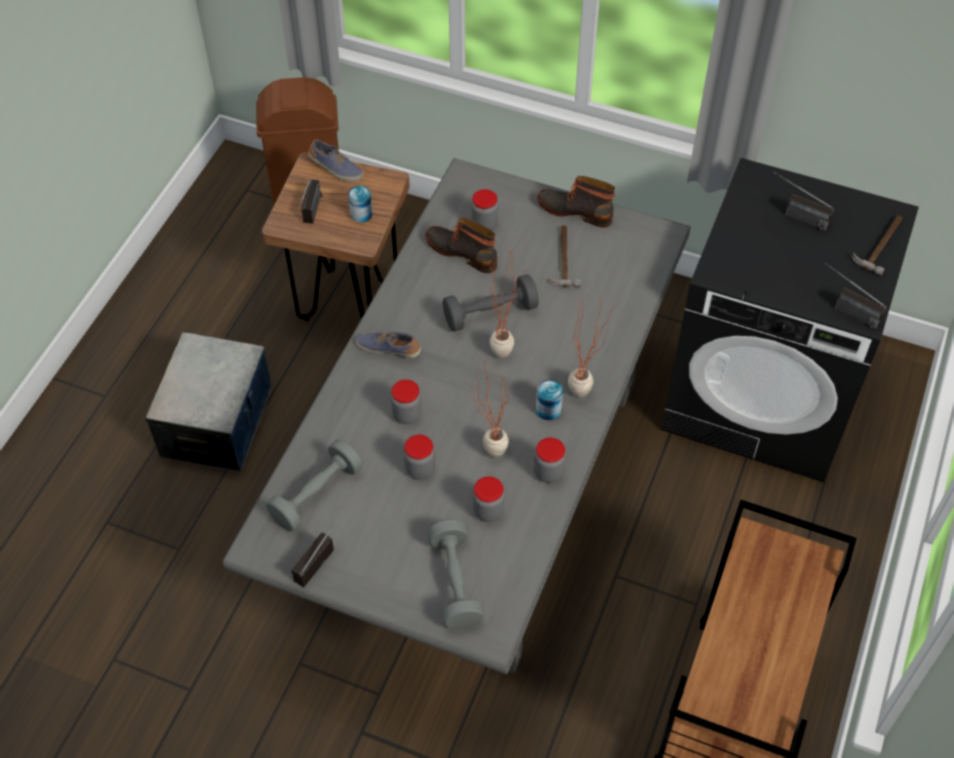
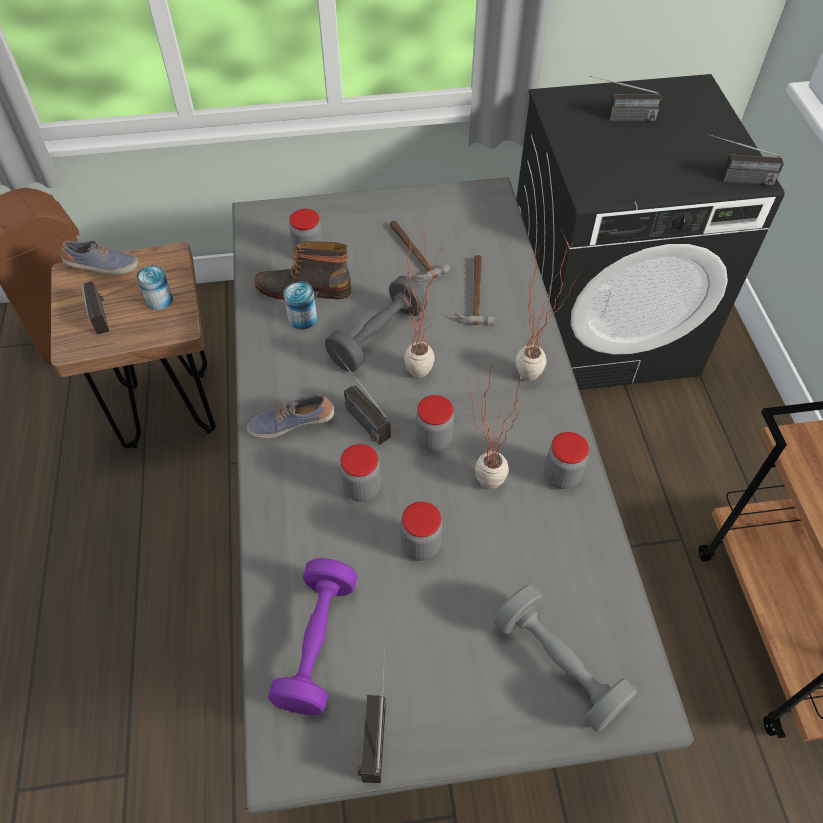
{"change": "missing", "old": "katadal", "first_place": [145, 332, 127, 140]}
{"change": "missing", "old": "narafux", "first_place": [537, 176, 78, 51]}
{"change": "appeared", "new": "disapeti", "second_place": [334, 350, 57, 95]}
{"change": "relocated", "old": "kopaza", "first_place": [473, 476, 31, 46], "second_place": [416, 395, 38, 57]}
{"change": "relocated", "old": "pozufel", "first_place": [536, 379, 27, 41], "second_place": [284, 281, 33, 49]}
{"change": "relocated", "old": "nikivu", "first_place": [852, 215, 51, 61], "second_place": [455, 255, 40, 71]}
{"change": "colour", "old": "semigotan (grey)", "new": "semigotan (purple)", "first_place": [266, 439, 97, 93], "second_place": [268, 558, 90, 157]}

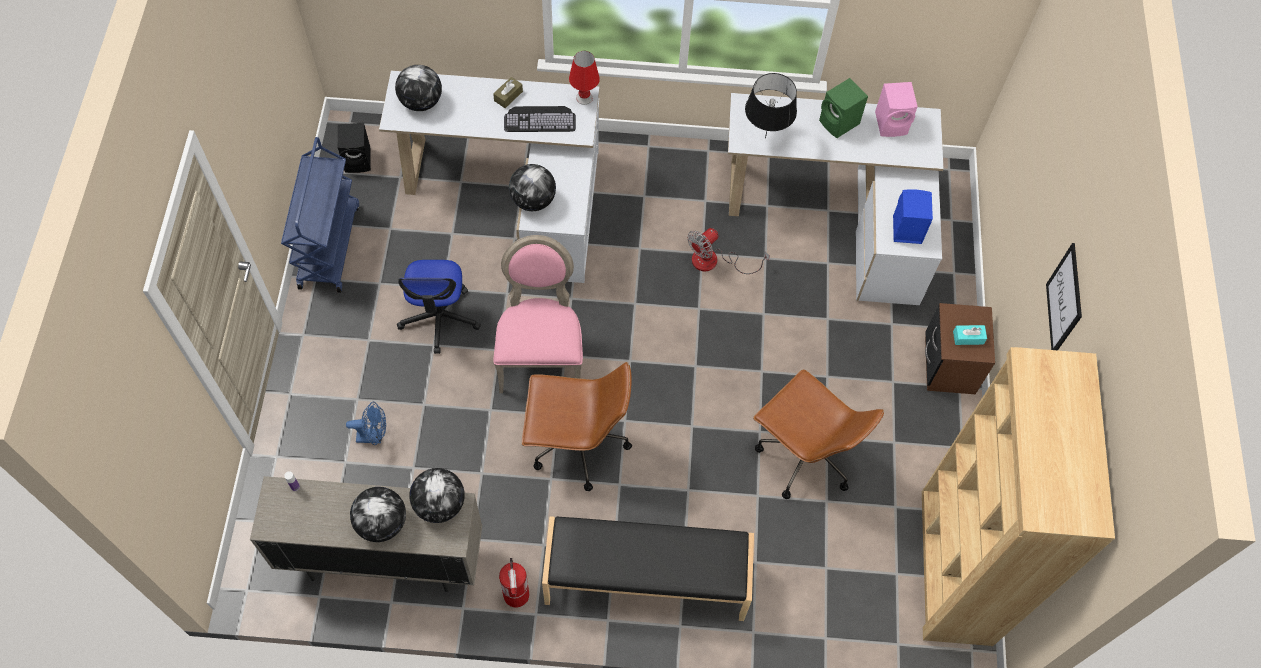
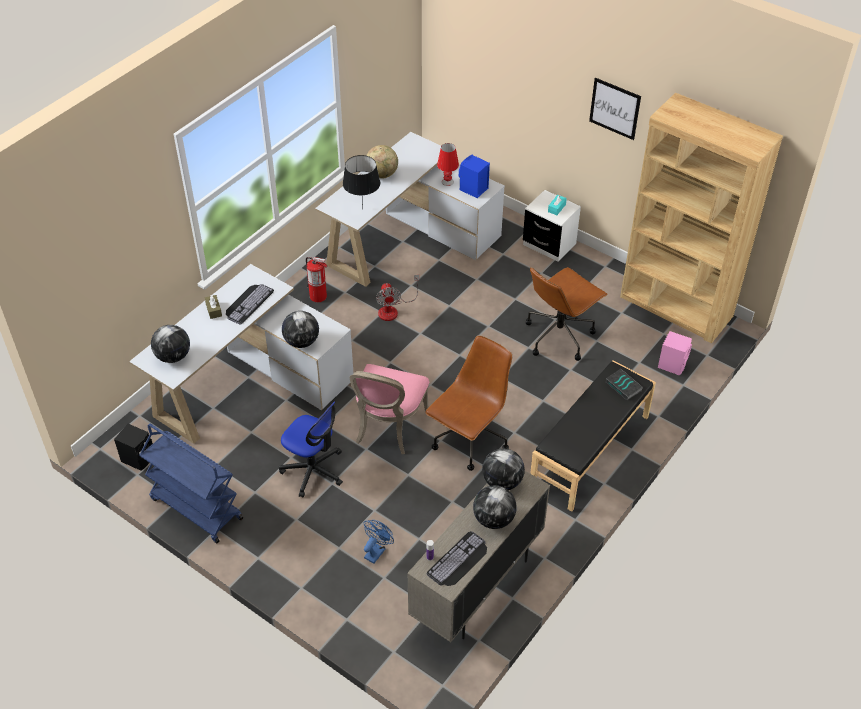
{"change": "appeared", "new": "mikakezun", "second_place": [426, 531, 61, 55]}
{"change": "appeared", "new": "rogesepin", "second_place": [606, 369, 37, 31]}
{"change": "relocated", "old": "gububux", "first_place": [499, 558, 30, 50], "second_place": [306, 257, 21, 45]}
{"change": "relocated", "old": "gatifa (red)", "first_place": [569, 51, 31, 54], "second_place": [437, 143, 22, 43]}
{"change": "relocated", "old": "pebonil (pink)", "first_place": [875, 82, 43, 55], "second_place": [658, 331, 34, 45]}
{"change": "exchanged", "old": "pebonil (green)", "new": "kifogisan", "first_place": [819, 78, 49, 60], "second_place": [366, 145, 32, 34]}
{"change": "colour", "old": "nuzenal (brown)", "new": "nuzenal (white)", "first_place": [925, 303, 70, 91], "second_place": [523, 190, 58, 72]}
{"change": "spun", "old": "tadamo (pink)", "first_place": [493, 235, 90, 158], "second_place": [350, 364, 79, 90], "degrees": -105}
{"change": "spun", "old": "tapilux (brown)", "first_place": [753, 369, 131, 130], "second_place": [526, 267, 82, 94], "degrees": 150}

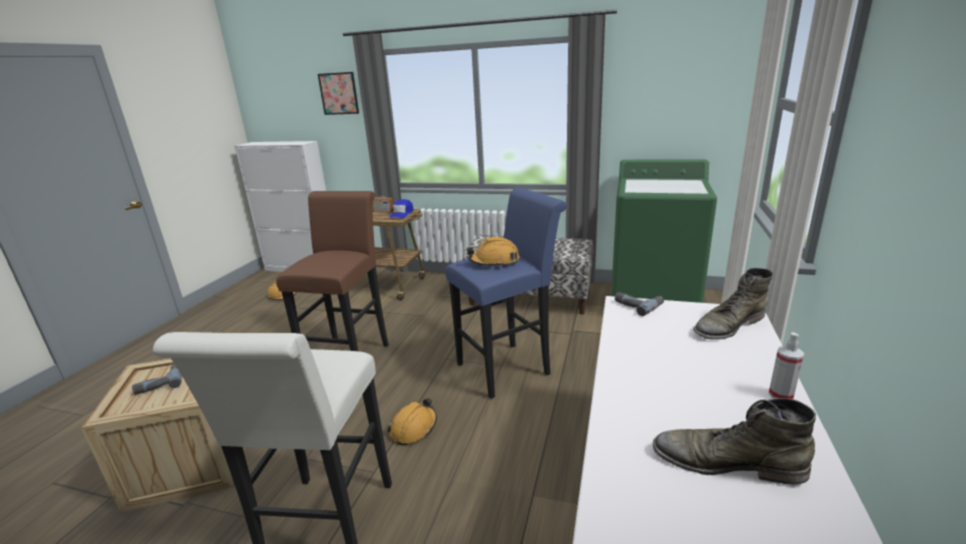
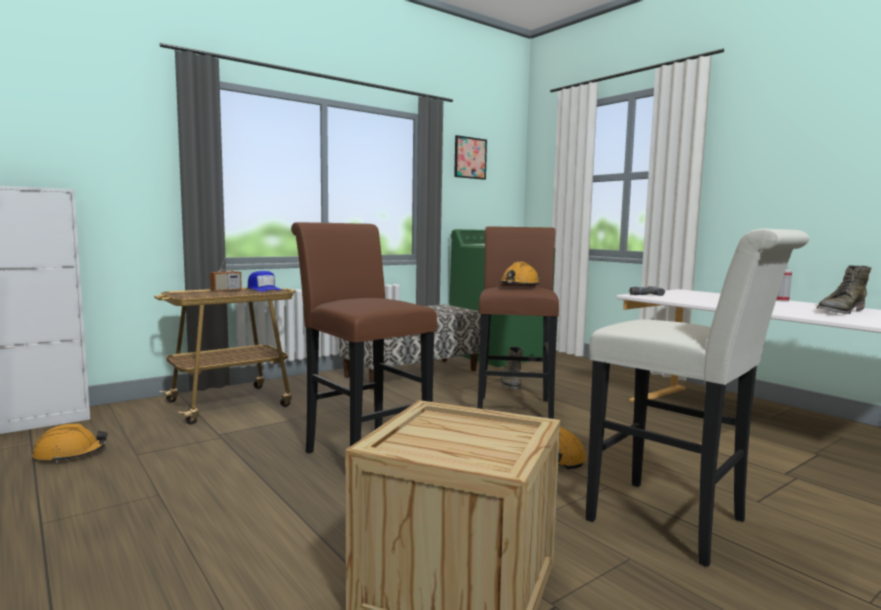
{"change": "missing", "old": "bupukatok", "first_place": [132, 364, 50, 31]}
{"change": "relocated", "old": "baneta", "first_place": [318, 72, 41, 43], "second_place": [454, 135, 33, 45]}
{"change": "relocated", "old": "narafux (green)", "first_place": [693, 268, 80, 72], "second_place": [500, 347, 23, 43]}
{"change": "colour", "old": "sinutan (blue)", "new": "sinutan (brown)", "first_place": [445, 188, 122, 211], "second_place": [477, 226, 82, 193]}

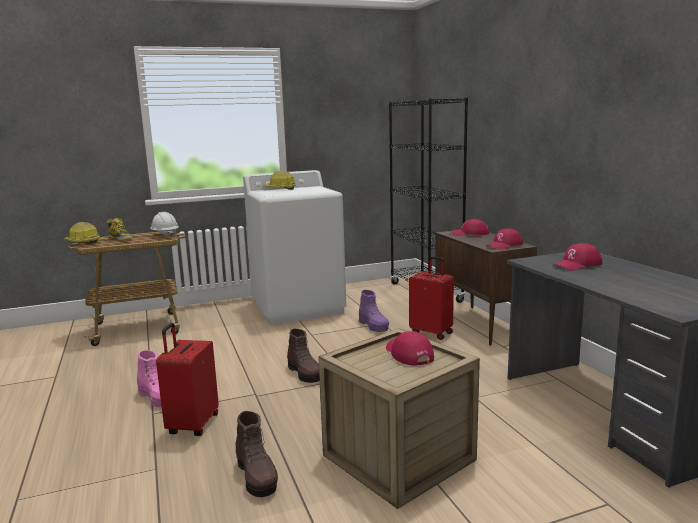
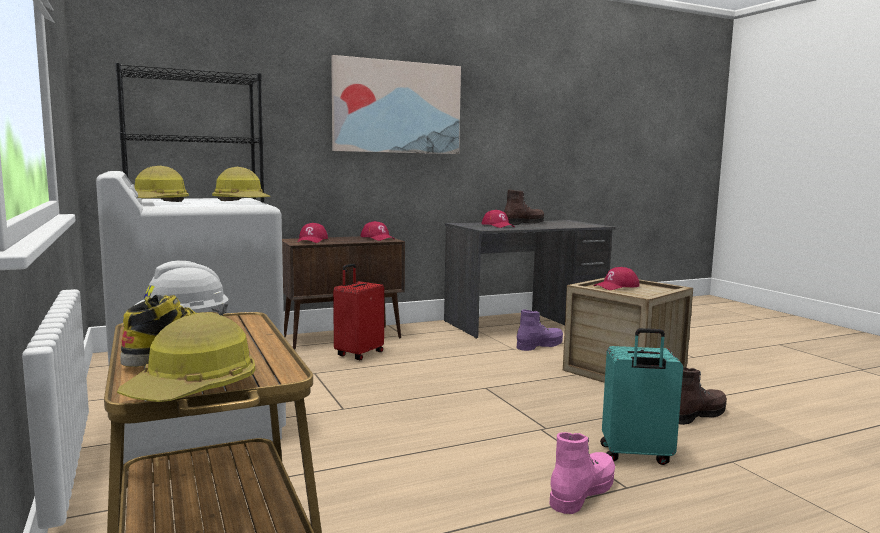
{"change": "appeared", "new": "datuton", "second_place": [212, 167, 59, 34]}
{"change": "appeared", "new": "baneta", "second_place": [331, 55, 130, 99]}
{"change": "relocated", "old": "narafux (brown)", "first_place": [287, 329, 33, 54], "second_place": [504, 190, 40, 35]}
{"change": "relocated", "old": "narafux (purple)", "first_place": [359, 290, 30, 42], "second_place": [517, 309, 46, 42]}
{"change": "colour", "old": "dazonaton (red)", "new": "dazonaton (turquoise)", "first_place": [156, 323, 63, 113], "second_place": [600, 328, 83, 137]}

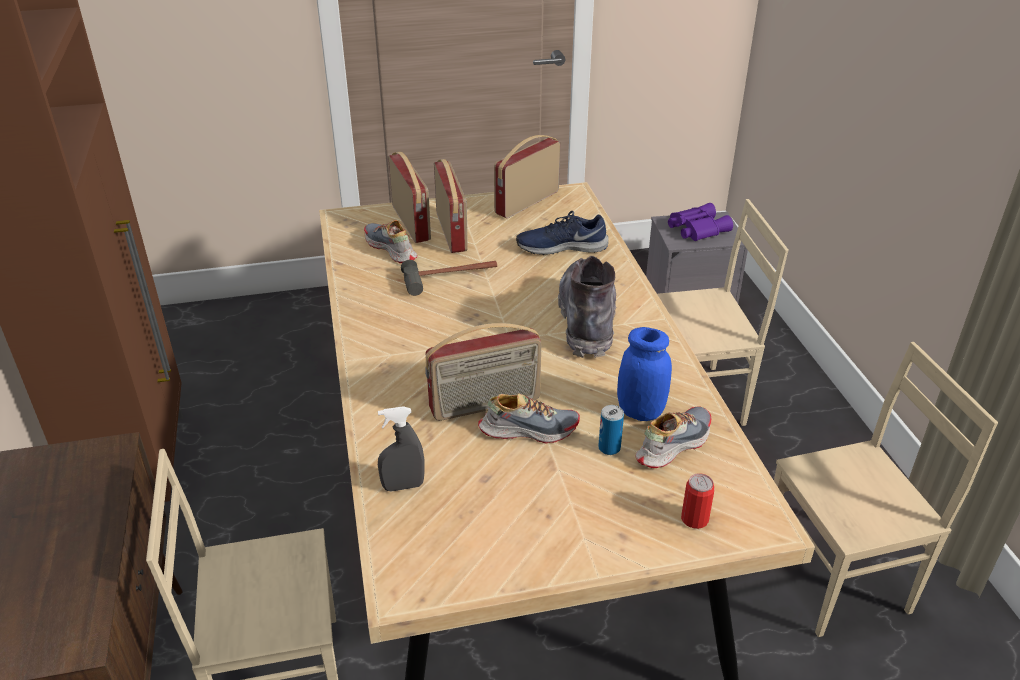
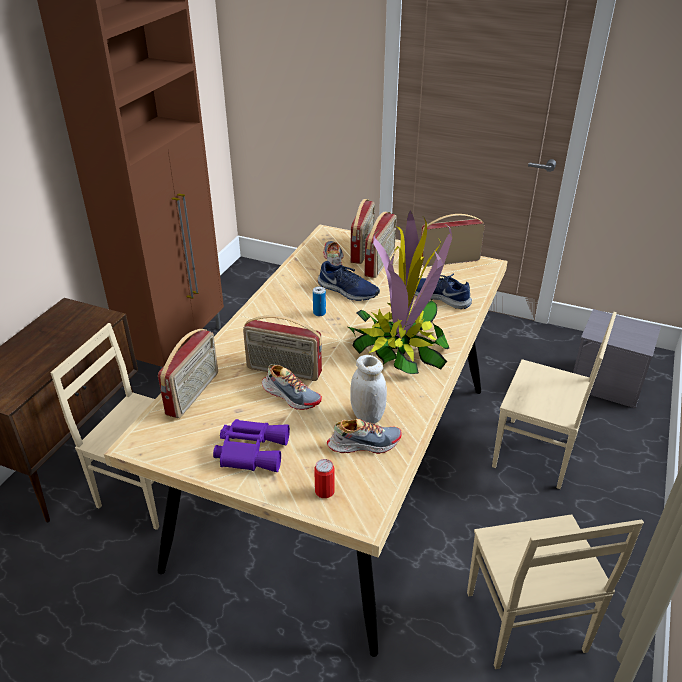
{"change": "relocated", "old": "pozufel", "first_place": [598, 405, 26, 50], "second_place": [313, 286, 13, 30]}
{"change": "relocated", "old": "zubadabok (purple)", "first_place": [668, 203, 65, 38], "second_place": [213, 419, 77, 53]}
{"change": "exchanged", "old": "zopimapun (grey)", "new": "disapeti", "first_place": [378, 406, 47, 86], "second_place": [158, 329, 60, 89]}
{"change": "exchanged", "old": "nikivu", "new": "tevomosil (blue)", "first_place": [401, 260, 96, 36], "second_place": [318, 261, 62, 40]}
{"change": "exchanged", "old": "narafux (grey)", "new": "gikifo", "first_place": [558, 256, 58, 102], "second_place": [348, 210, 104, 164]}
{"change": "colour", "old": "kopaza (blue)", "new": "kopaza (white)", "first_place": [617, 327, 55, 94], "second_place": [350, 355, 37, 69]}
{"change": "spun", "old": "tadamo (beige)", "first_place": [774, 342, 224, 295], "second_place": [467, 514, 177, 155], "degrees": 60}

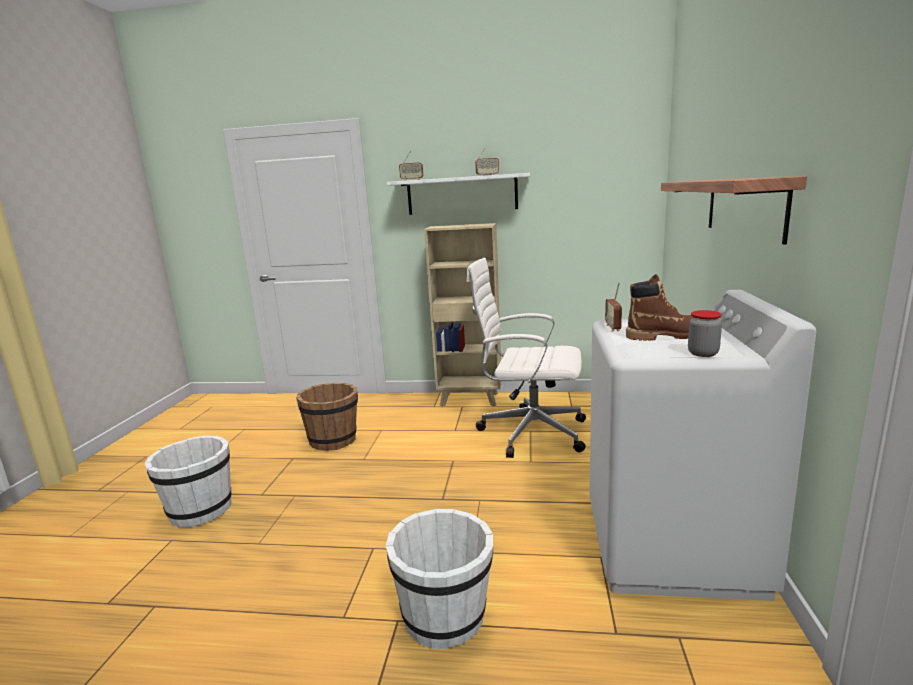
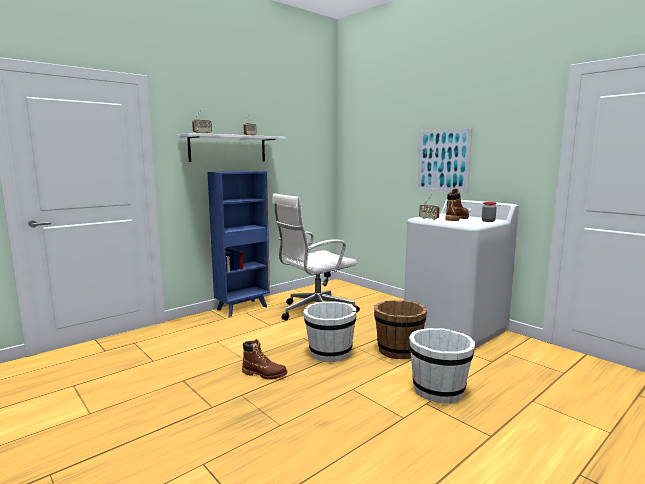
{"change": "appeared", "new": "narafux (brown)", "second_place": [242, 339, 45, 41]}
{"change": "relocated", "old": "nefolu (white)", "first_place": [144, 436, 88, 91], "second_place": [304, 302, 52, 60]}
{"change": "relocated", "old": "nefolu (brown)", "first_place": [296, 383, 62, 68], "second_place": [374, 300, 53, 59]}
{"change": "exchanged", "old": "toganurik", "new": "baneta", "first_place": [661, 176, 146, 69], "second_place": [416, 128, 56, 65]}
{"change": "colour", "old": "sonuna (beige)", "new": "sonuna (blue)", "first_place": [424, 223, 77, 184], "second_place": [207, 171, 63, 146]}

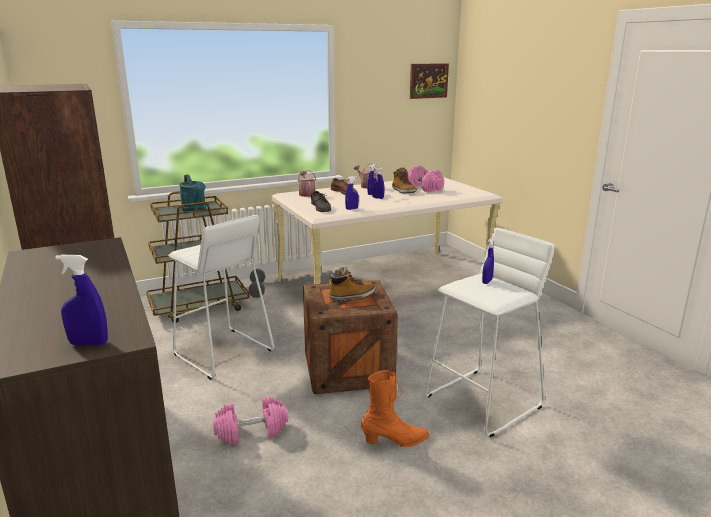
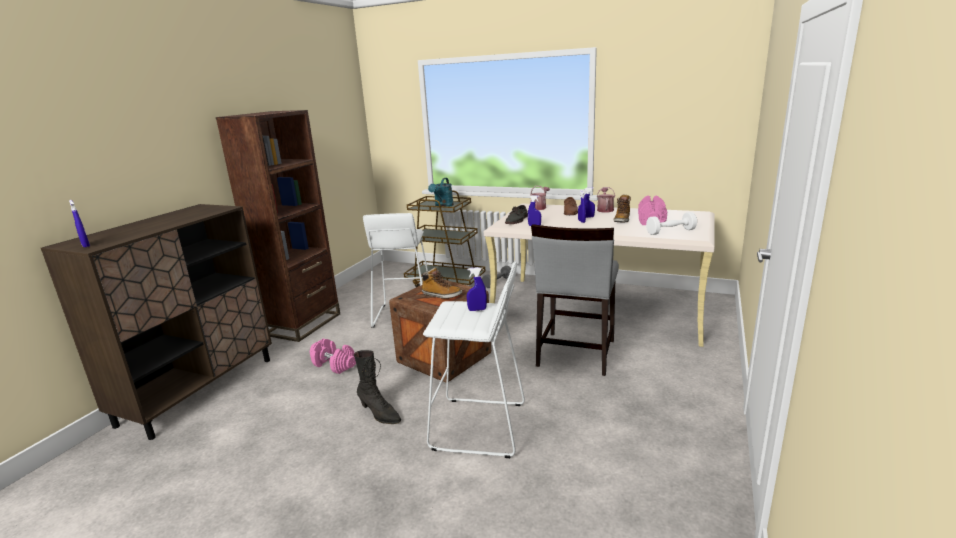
{"change": "missing", "old": "baneta", "first_place": [410, 63, 39, 36]}
{"change": "appeared", "new": "tadamo (grey)", "second_place": [531, 224, 88, 152]}
{"change": "appeared", "new": "semigotan (white)", "second_place": [646, 212, 51, 23]}
{"change": "colour", "old": "narafux (orange)", "new": "narafux (black)", "first_place": [361, 370, 69, 77], "second_place": [354, 350, 47, 74]}

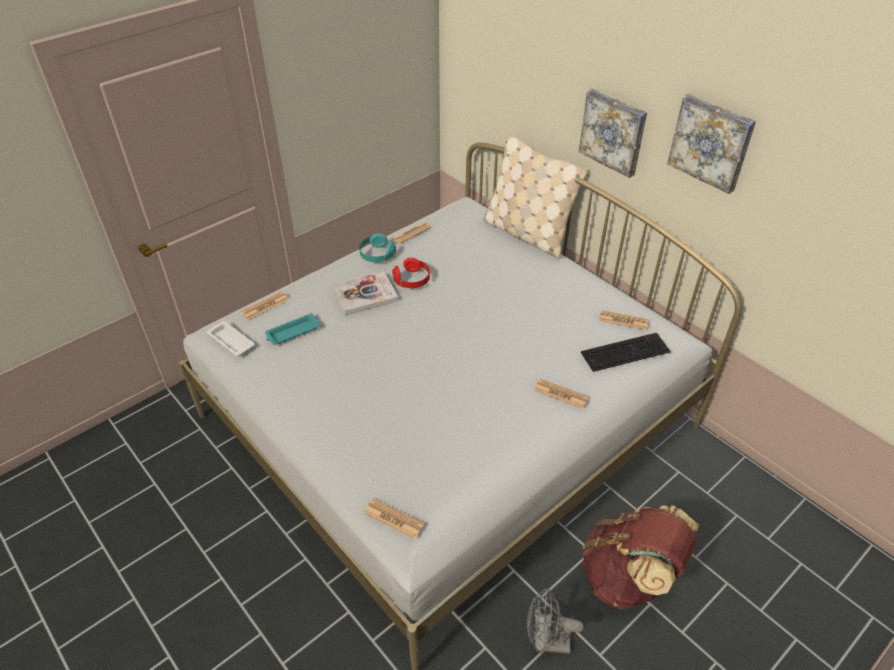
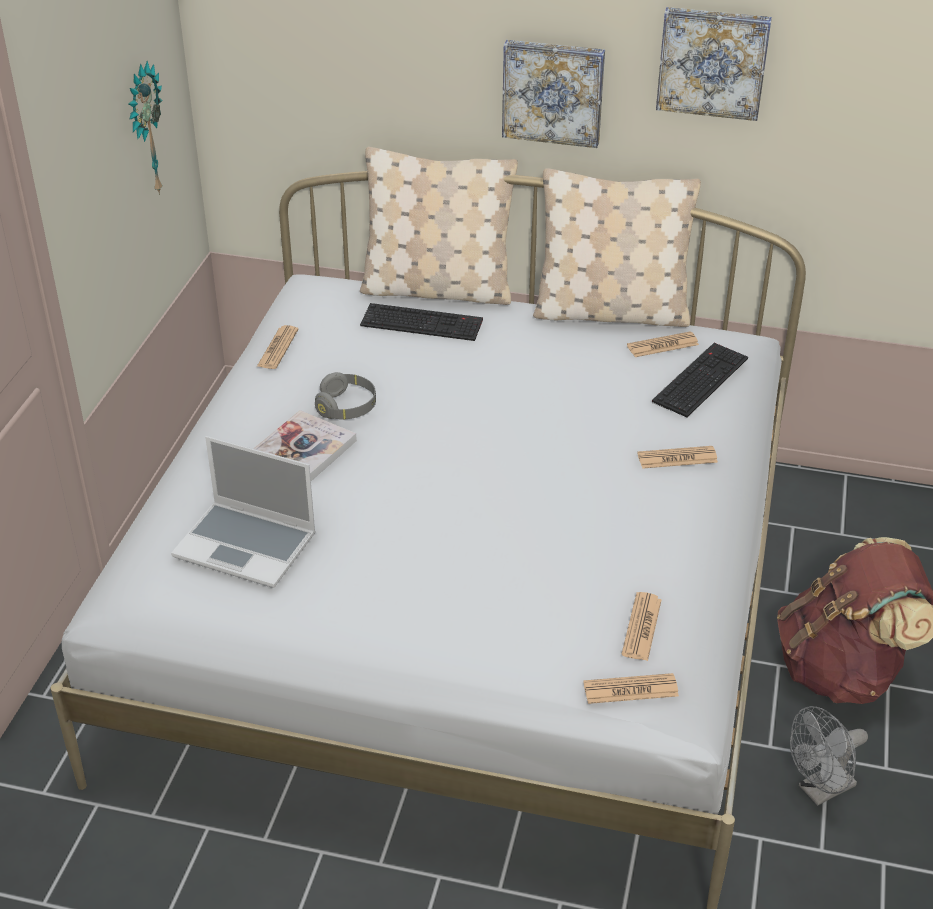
{"change": "missing", "old": "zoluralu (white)", "first_place": [207, 321, 48, 35]}
{"change": "missing", "old": "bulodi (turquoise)", "first_place": [359, 233, 37, 29]}
{"change": "appeared", "new": "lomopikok", "second_place": [128, 61, 35, 134]}
{"change": "appeared", "new": "mikakezun", "second_place": [360, 303, 123, 38]}
{"change": "appeared", "new": "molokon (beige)", "second_place": [533, 168, 168, 159]}
{"change": "relocated", "old": "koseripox", "first_place": [241, 291, 48, 29], "second_place": [621, 592, 40, 69]}
{"change": "exchanged", "old": "zoluralu (turquoise)", "new": "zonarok", "first_place": [265, 313, 56, 32], "second_place": [171, 436, 145, 152]}
{"change": "colour", "old": "bulodi (red)", "new": "bulodi (grey)", "first_place": [392, 258, 38, 30], "second_place": [315, 372, 61, 48]}

